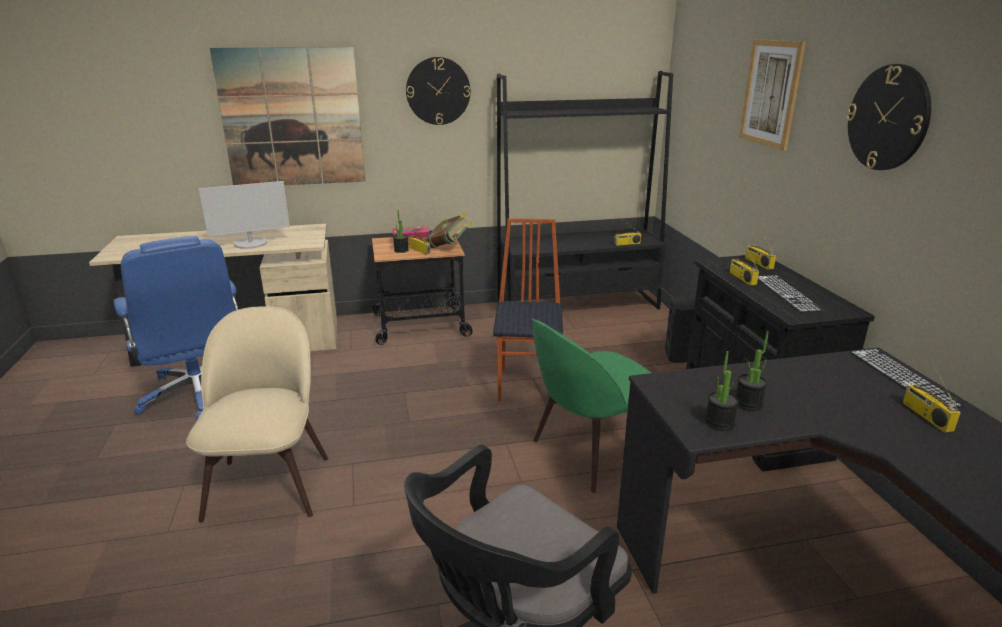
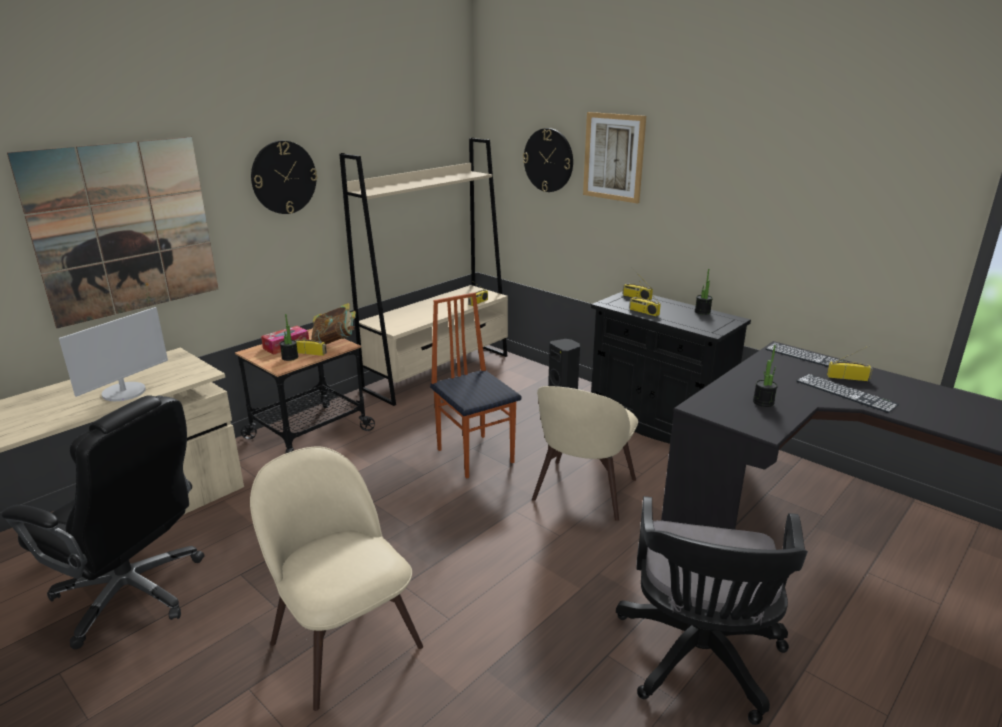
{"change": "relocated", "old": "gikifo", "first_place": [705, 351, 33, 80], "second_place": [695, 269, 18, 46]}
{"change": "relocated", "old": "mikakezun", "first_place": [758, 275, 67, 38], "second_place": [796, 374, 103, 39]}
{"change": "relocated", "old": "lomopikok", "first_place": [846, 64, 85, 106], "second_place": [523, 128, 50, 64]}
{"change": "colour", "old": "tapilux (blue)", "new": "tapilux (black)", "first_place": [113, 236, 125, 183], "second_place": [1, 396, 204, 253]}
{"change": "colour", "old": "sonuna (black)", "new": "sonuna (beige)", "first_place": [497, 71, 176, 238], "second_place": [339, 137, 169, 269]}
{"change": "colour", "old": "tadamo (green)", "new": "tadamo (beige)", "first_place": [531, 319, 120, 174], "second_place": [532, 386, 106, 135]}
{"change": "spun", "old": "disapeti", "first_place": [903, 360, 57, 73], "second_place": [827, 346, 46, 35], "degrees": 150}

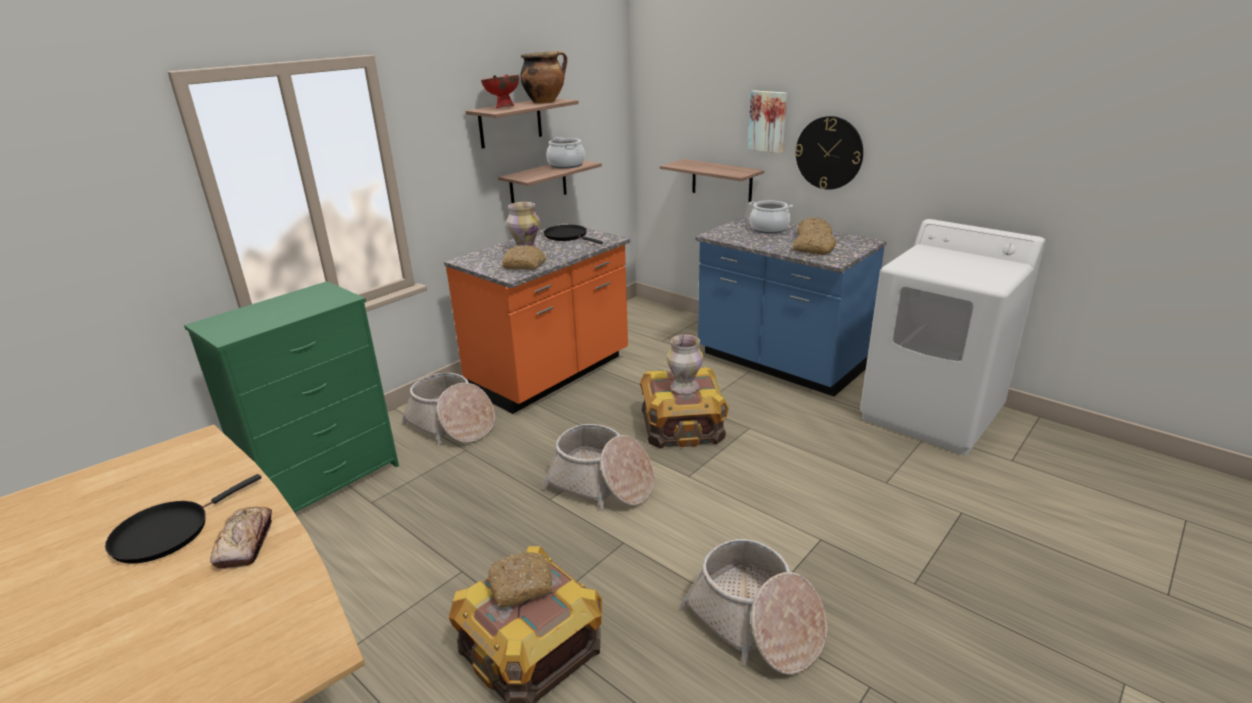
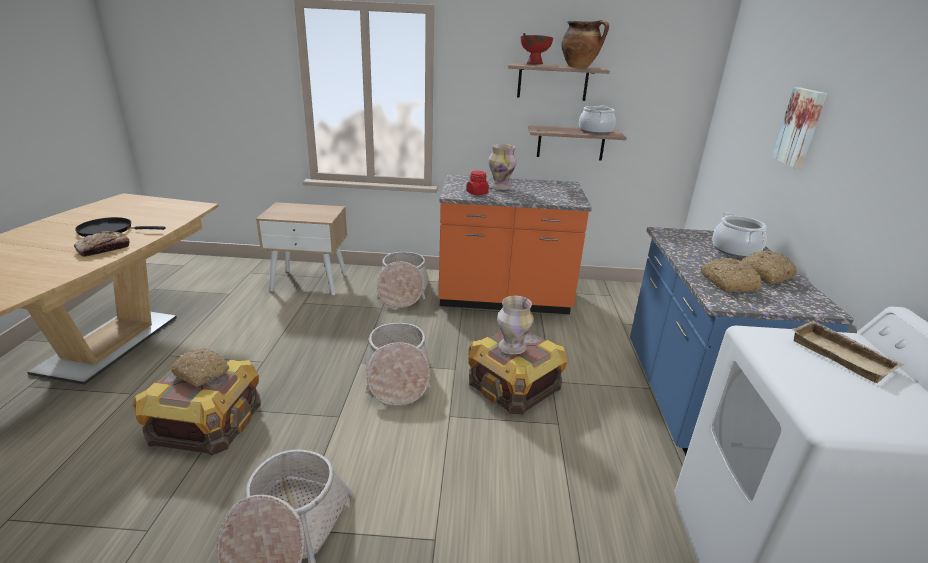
{"change": "missing", "old": "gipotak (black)", "first_place": [544, 225, 59, 19]}
{"change": "missing", "old": "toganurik", "first_place": [660, 159, 104, 43]}
{"change": "missing", "old": "lomopikok", "first_place": [795, 116, 68, 74]}
{"change": "appeared", "new": "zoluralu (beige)", "second_place": [791, 320, 114, 63]}
{"change": "exchanged", "old": "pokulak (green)", "new": "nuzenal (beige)", "first_place": [184, 281, 215, 232], "second_place": [256, 202, 91, 93]}
{"change": "exchanged", "old": "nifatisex", "new": "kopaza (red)", "first_place": [502, 245, 44, 25], "second_place": [466, 171, 23, 24]}

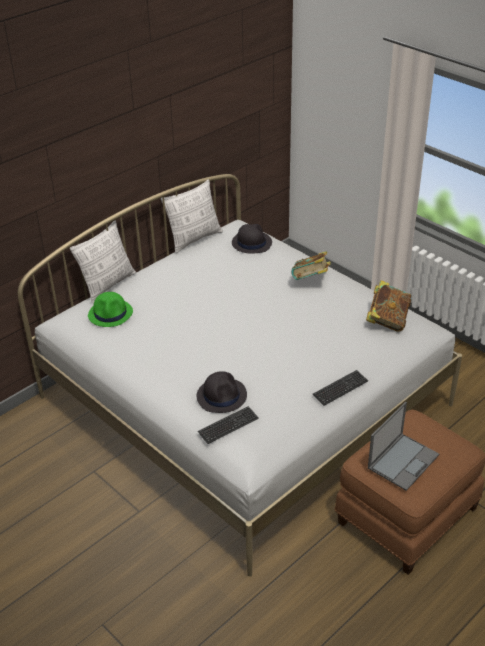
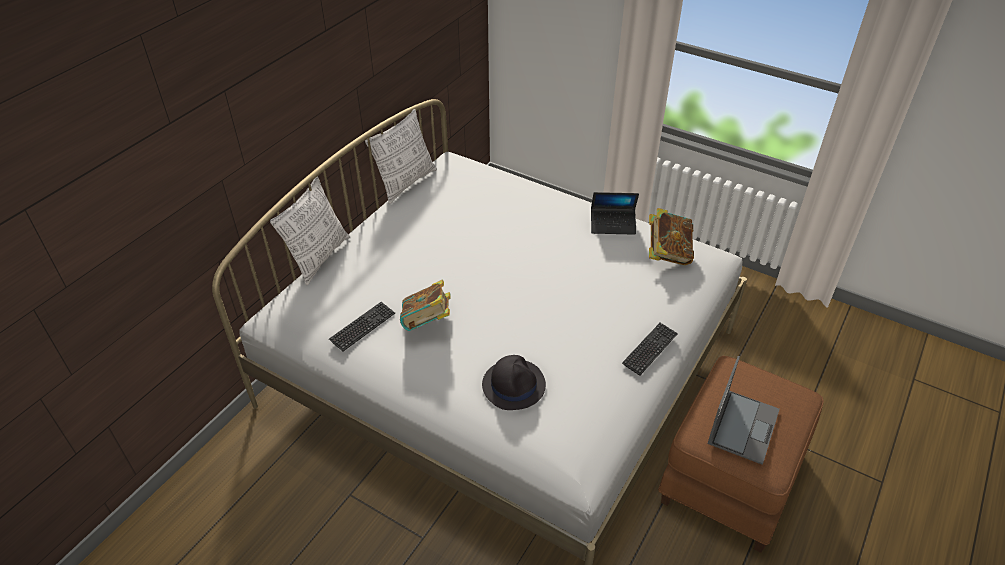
{"change": "missing", "old": "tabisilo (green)", "first_place": [88, 292, 45, 35]}
{"change": "missing", "old": "tabisilo (black)", "first_place": [232, 224, 40, 30]}
{"change": "appeared", "new": "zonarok", "second_place": [591, 192, 48, 43]}
{"change": "relocated", "old": "mikakezun", "first_place": [198, 406, 61, 38], "second_place": [329, 302, 66, 49]}
{"change": "relocated", "old": "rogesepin", "first_place": [291, 251, 40, 29], "second_place": [400, 280, 51, 51]}

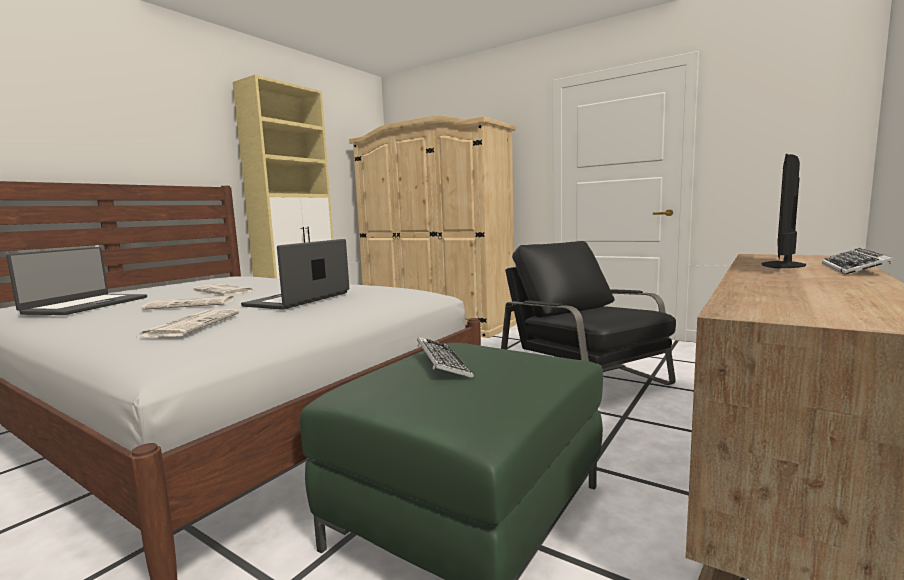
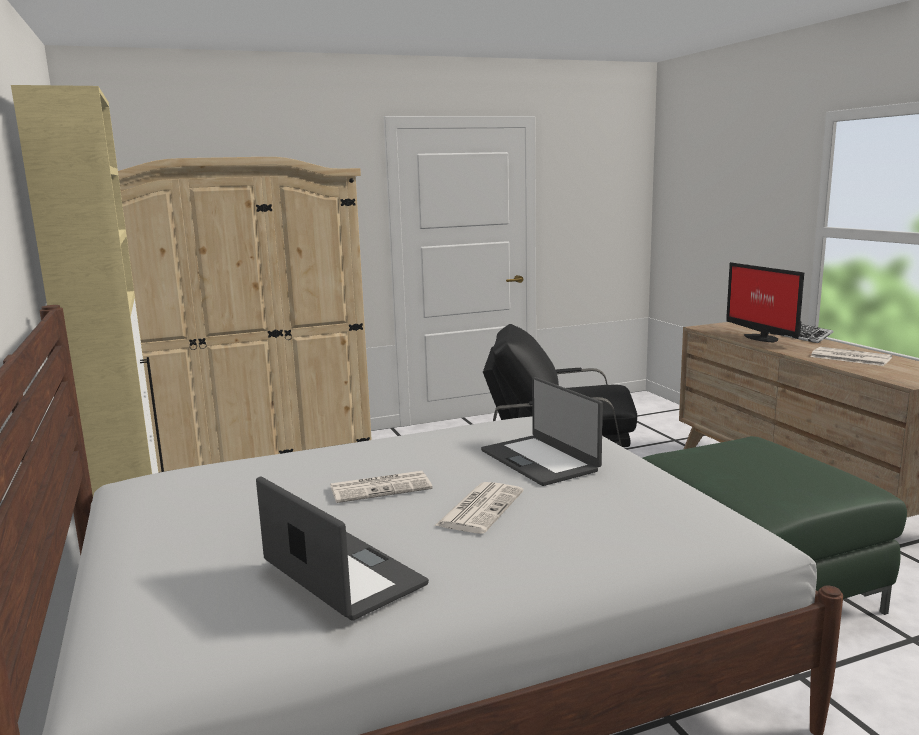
{"change": "missing", "old": "mikakezun", "first_place": [417, 337, 57, 41]}
{"change": "relocated", "old": "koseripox", "first_place": [137, 309, 102, 28], "second_place": [810, 347, 82, 19]}

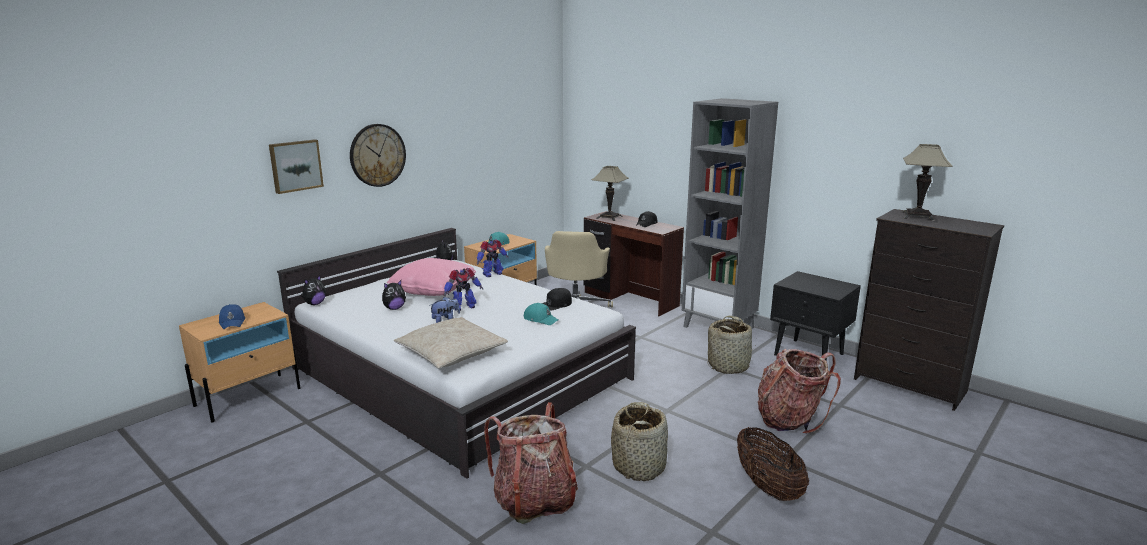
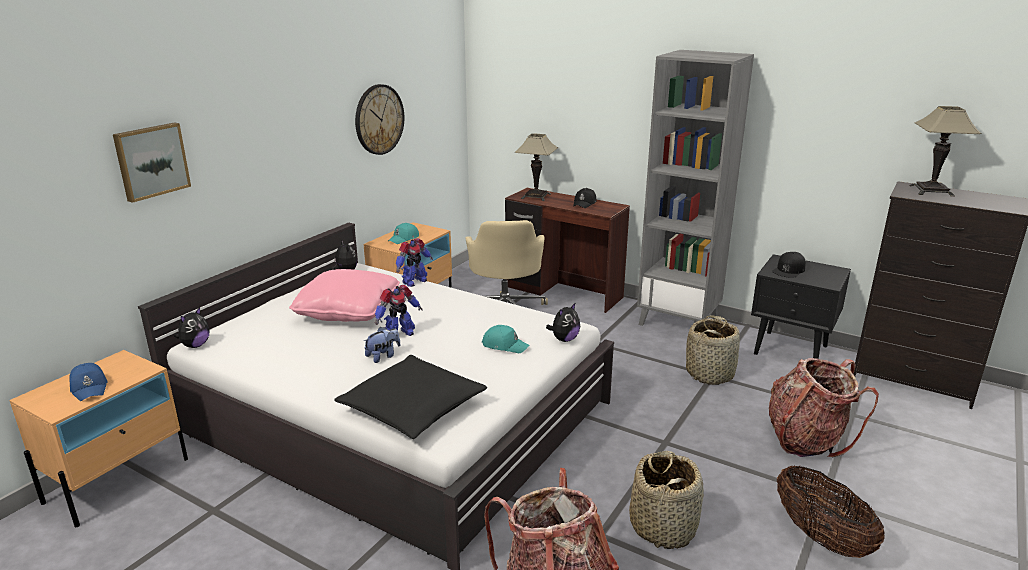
{"change": "relocated", "old": "lomopikok", "first_place": [350, 124, 56, 63], "second_place": [355, 84, 49, 71]}
{"change": "relocated", "old": "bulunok", "first_place": [382, 280, 24, 30], "second_place": [546, 302, 34, 40]}
{"change": "relocated", "old": "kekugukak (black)", "first_place": [542, 288, 30, 23], "second_place": [772, 252, 34, 26]}
{"change": "colour", "old": "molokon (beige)", "new": "molokon (black)", "first_place": [394, 317, 114, 51], "second_place": [334, 355, 153, 84]}

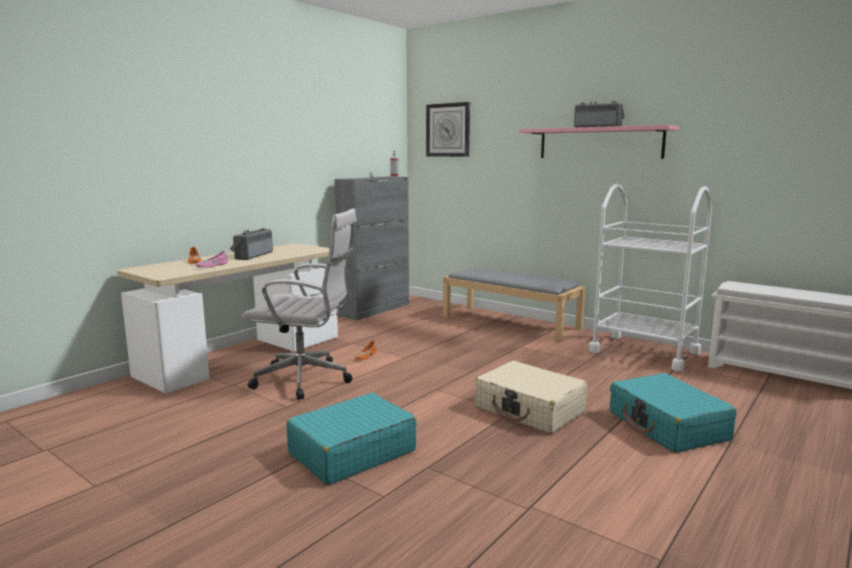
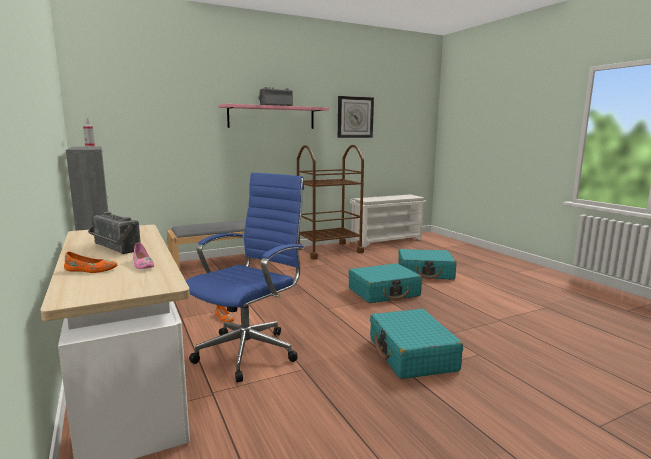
{"change": "relocated", "old": "lomopikok", "first_place": [426, 102, 44, 55], "second_place": [338, 96, 36, 42]}
{"change": "colour", "old": "tapilux (white)", "new": "tapilux (blue)", "first_place": [242, 208, 115, 192], "second_place": [186, 172, 119, 211]}
{"change": "colour", "old": "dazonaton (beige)", "new": "dazonaton (turquoise)", "first_place": [475, 361, 113, 73], "second_place": [348, 263, 74, 40]}
{"change": "colour", "old": "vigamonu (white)", "new": "vigamonu (brown)", "first_place": [589, 184, 123, 187], "second_place": [297, 145, 67, 114]}

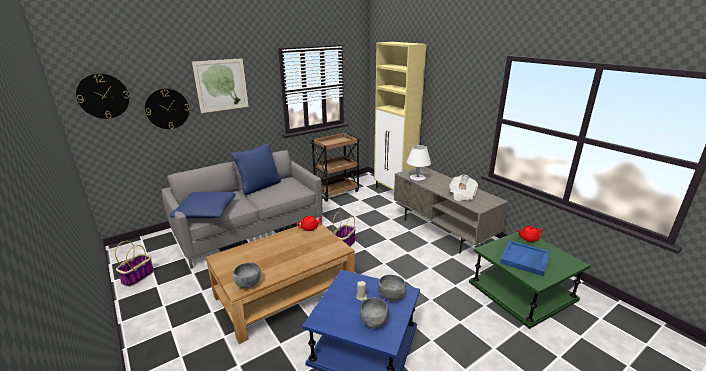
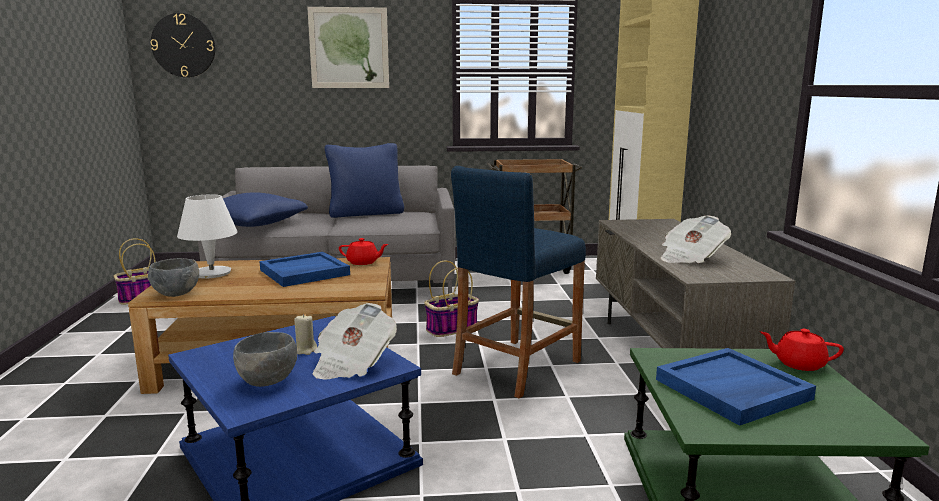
{"change": "missing", "old": "lomopikok", "first_place": [145, 89, 44, 40]}
{"change": "appeared", "new": "zoluralu (blue)", "second_place": [259, 252, 91, 35]}
{"change": "appeared", "new": "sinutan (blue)", "second_place": [451, 166, 135, 233]}
{"change": "relocated", "old": "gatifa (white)", "first_place": [407, 145, 24, 36], "second_place": [177, 194, 61, 85]}
{"change": "exchanged", "old": "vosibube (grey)", "new": "koseripox", "first_place": [378, 275, 28, 26], "second_place": [313, 303, 84, 76]}

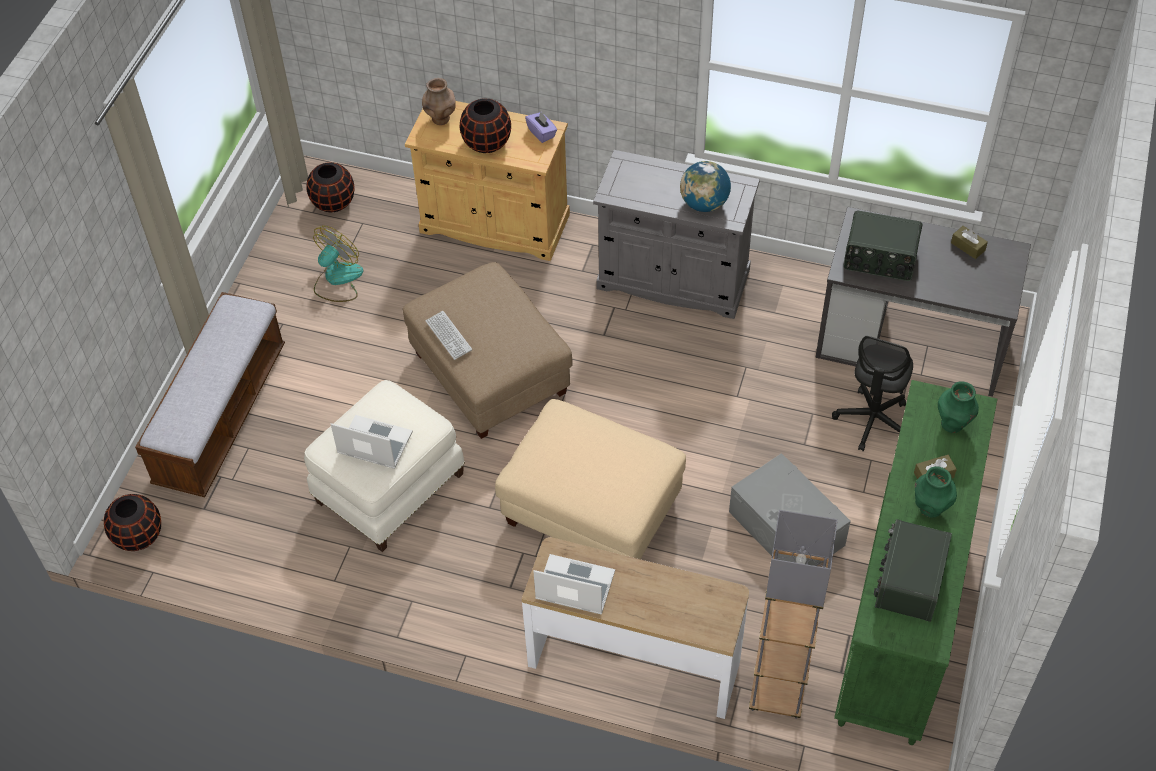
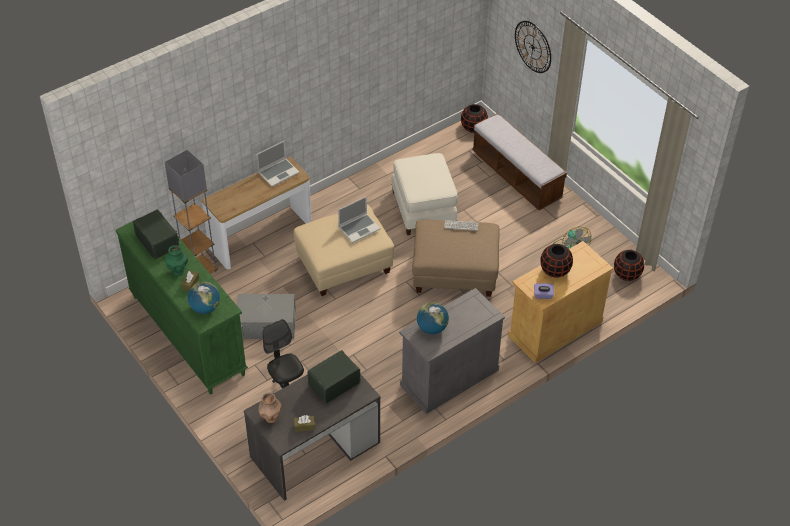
{"change": "appeared", "new": "lomopikok", "second_place": [515, 21, 36, 52]}
{"change": "relocated", "old": "zonarok", "first_place": [331, 415, 82, 54], "second_place": [338, 196, 42, 47]}
{"change": "relocated", "old": "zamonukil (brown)", "first_place": [422, 78, 34, 47], "second_place": [258, 393, 24, 30]}
{"change": "exchanged", "old": "zamonukil (green)", "new": "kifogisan", "first_place": [938, 381, 41, 52], "second_place": [188, 282, 32, 32]}

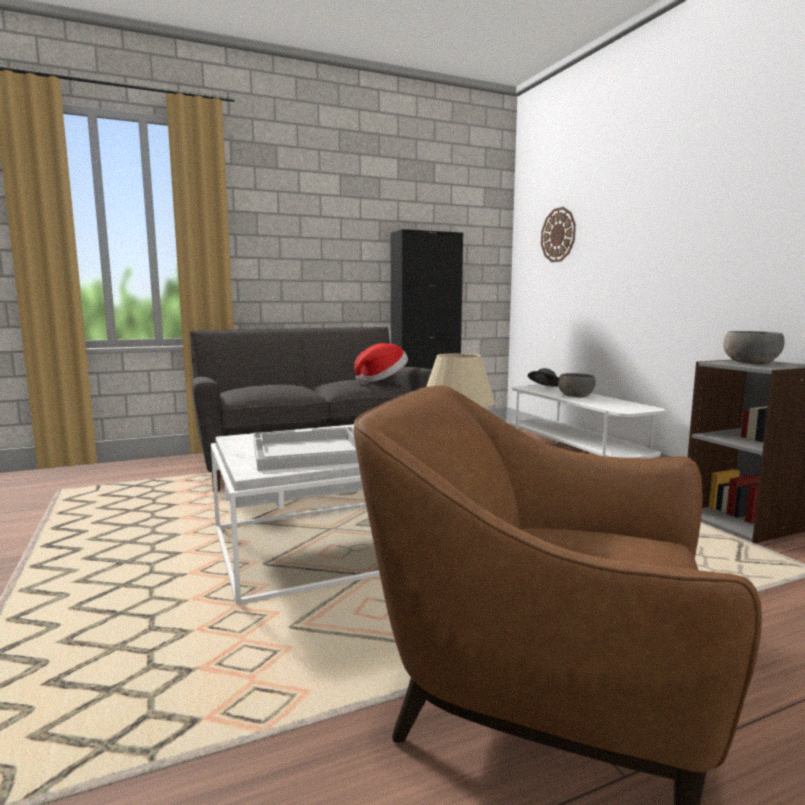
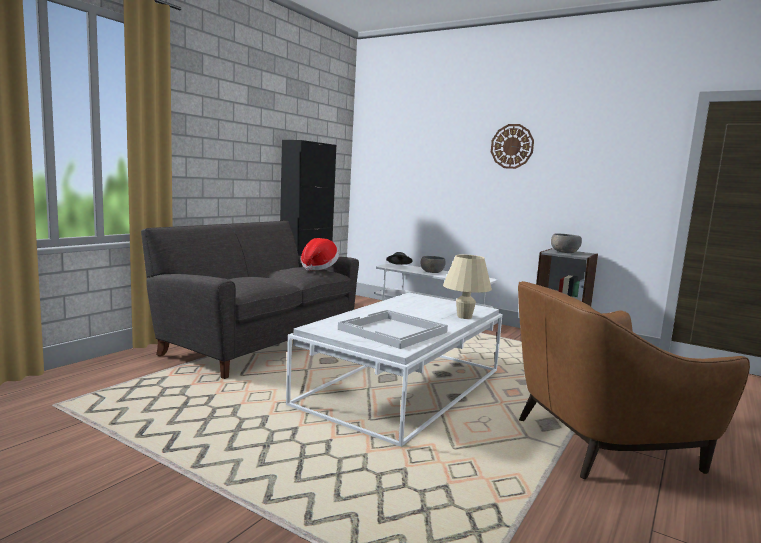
{"change": "relocated", "old": "lomopikok", "first_place": [541, 207, 35, 55], "second_place": [491, 124, 43, 45]}

